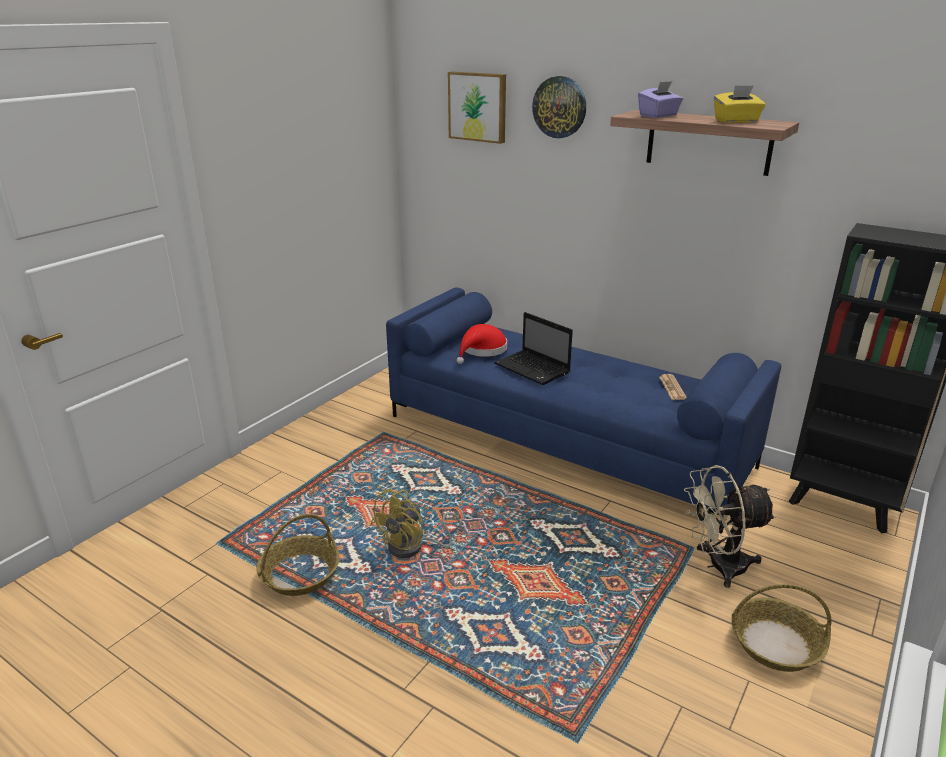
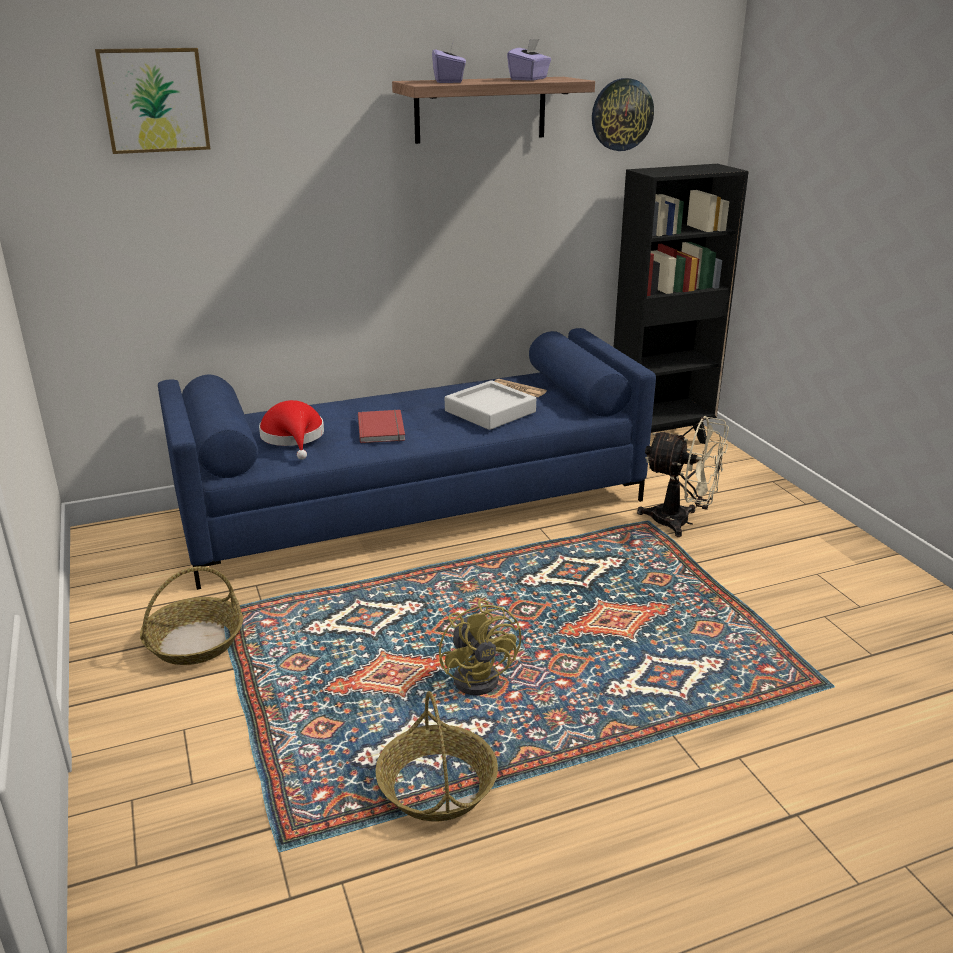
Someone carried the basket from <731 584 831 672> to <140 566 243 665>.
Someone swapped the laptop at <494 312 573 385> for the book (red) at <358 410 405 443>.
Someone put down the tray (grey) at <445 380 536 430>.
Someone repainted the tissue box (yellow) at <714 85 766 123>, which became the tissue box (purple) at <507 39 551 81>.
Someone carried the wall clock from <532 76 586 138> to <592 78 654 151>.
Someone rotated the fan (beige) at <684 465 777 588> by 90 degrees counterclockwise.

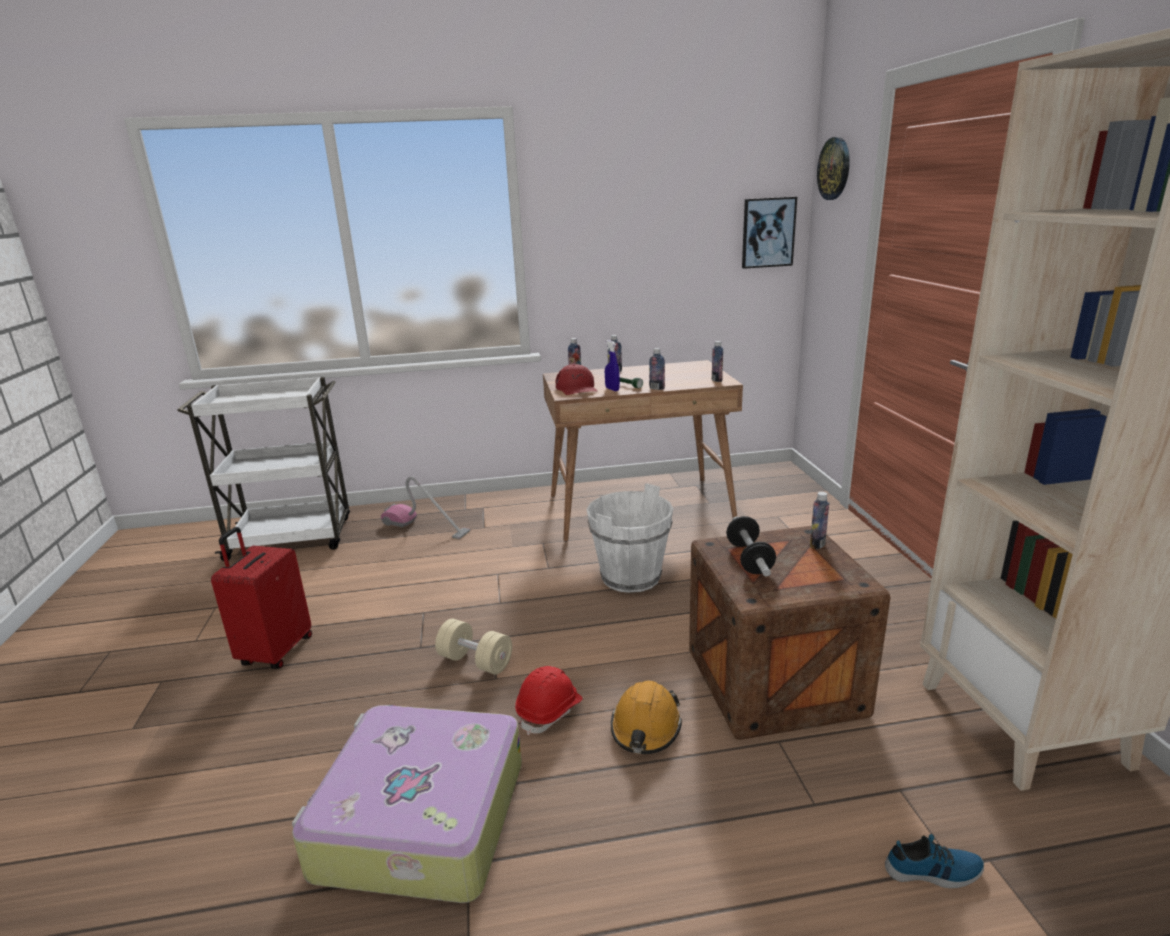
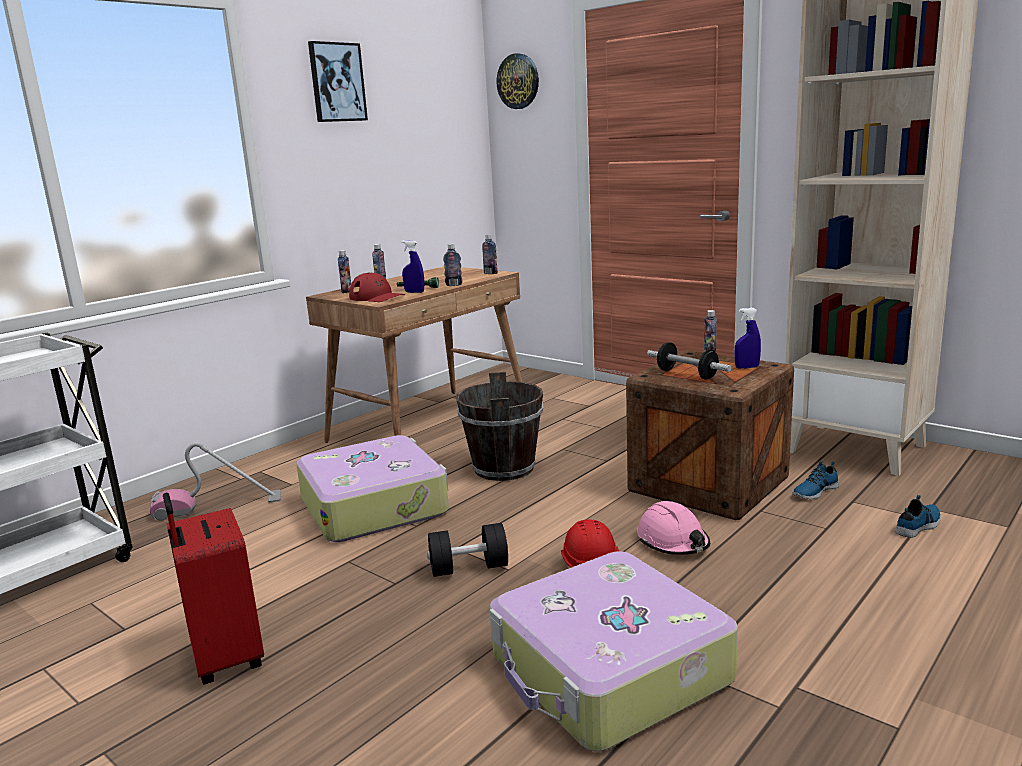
Someone put down the suitcase at <296 435 449 542>.
Someone carried the picture from <742 197 797 269> to <308 41 368 122>.
Someone repainted the dumbbell (beige) at <435 619 512 675>, which became the dumbbell (black) at <427 523 508 577>.
Someone repainted the bucket (white) at <586 483 673 593>, which became the bucket (brown) at <456 372 543 481>.
Someone repainted the hard hat (orange) at <611 681 682 754>, which became the hard hat (pink) at <637 501 710 555>.
Someone put down the spray bottle (blue) at <734 307 761 369>.
Someone put down the shoe at <793 461 839 499>.

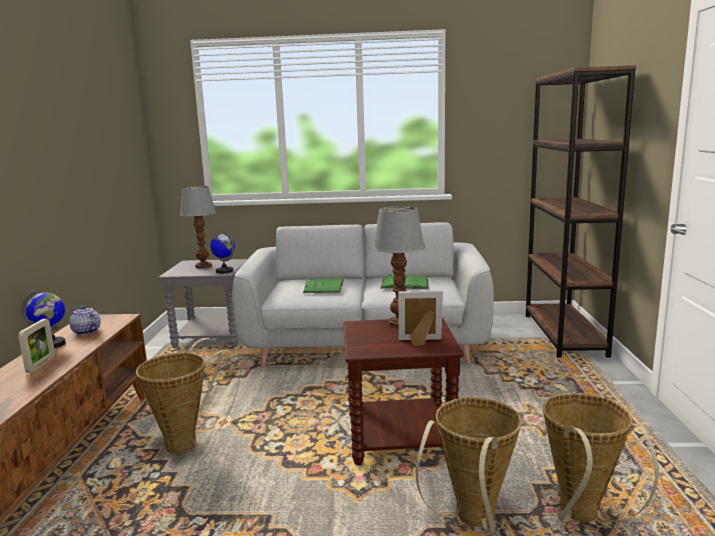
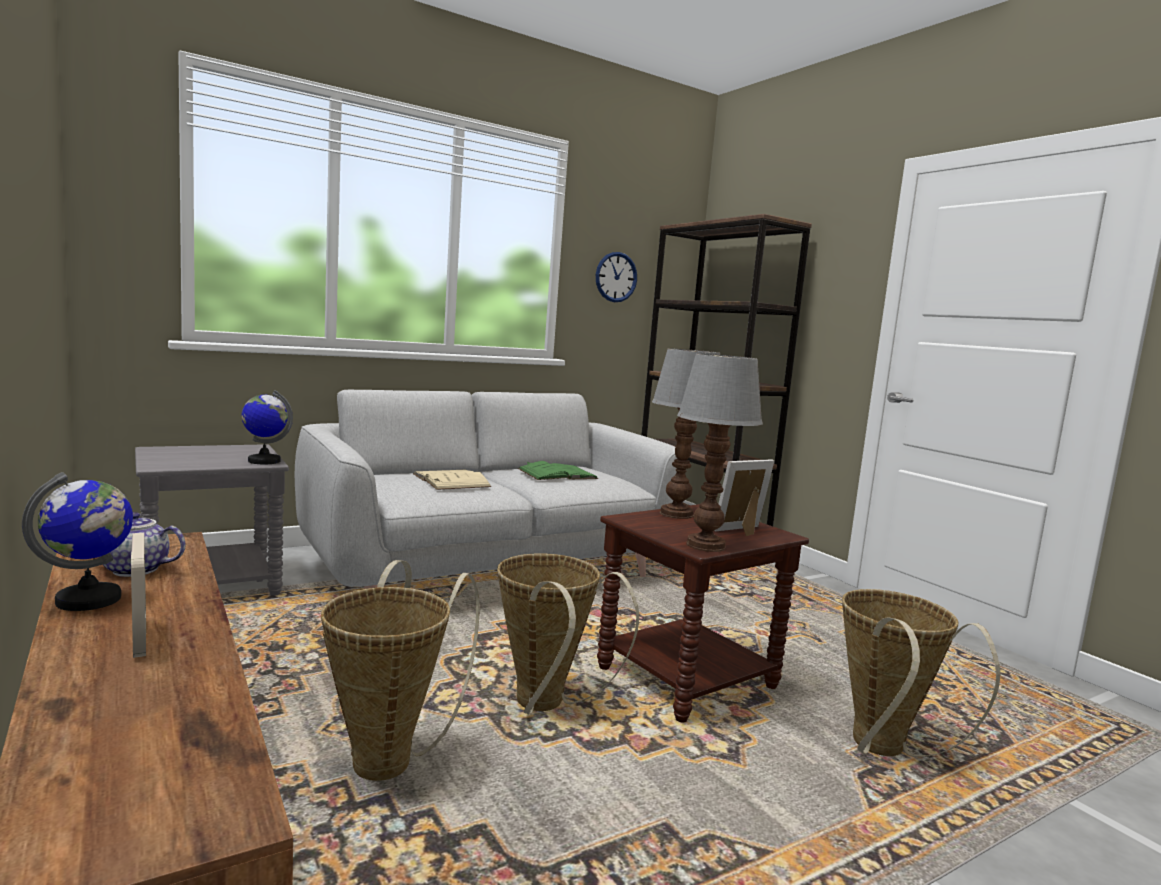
Someone repainted the book (green) at <303 279 344 293>, which became the book (beige) at <413 470 492 490>.
Someone carried the basket from <543 393 659 522> to <497 554 639 714>.
Someone put up the wall clock at <596 252 637 302>.
Someone carried the table lamp from <180 186 216 269> to <677 354 763 552>.

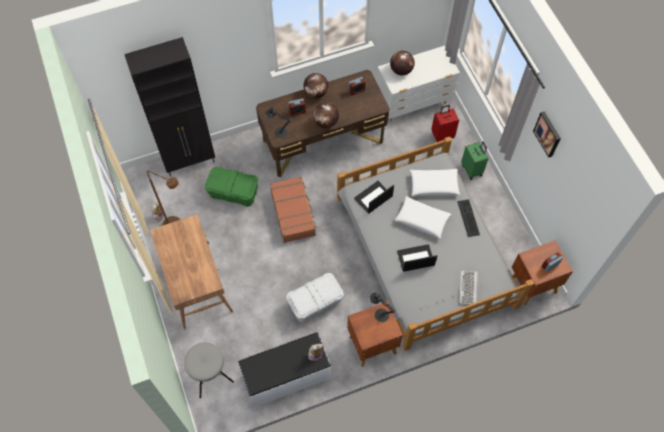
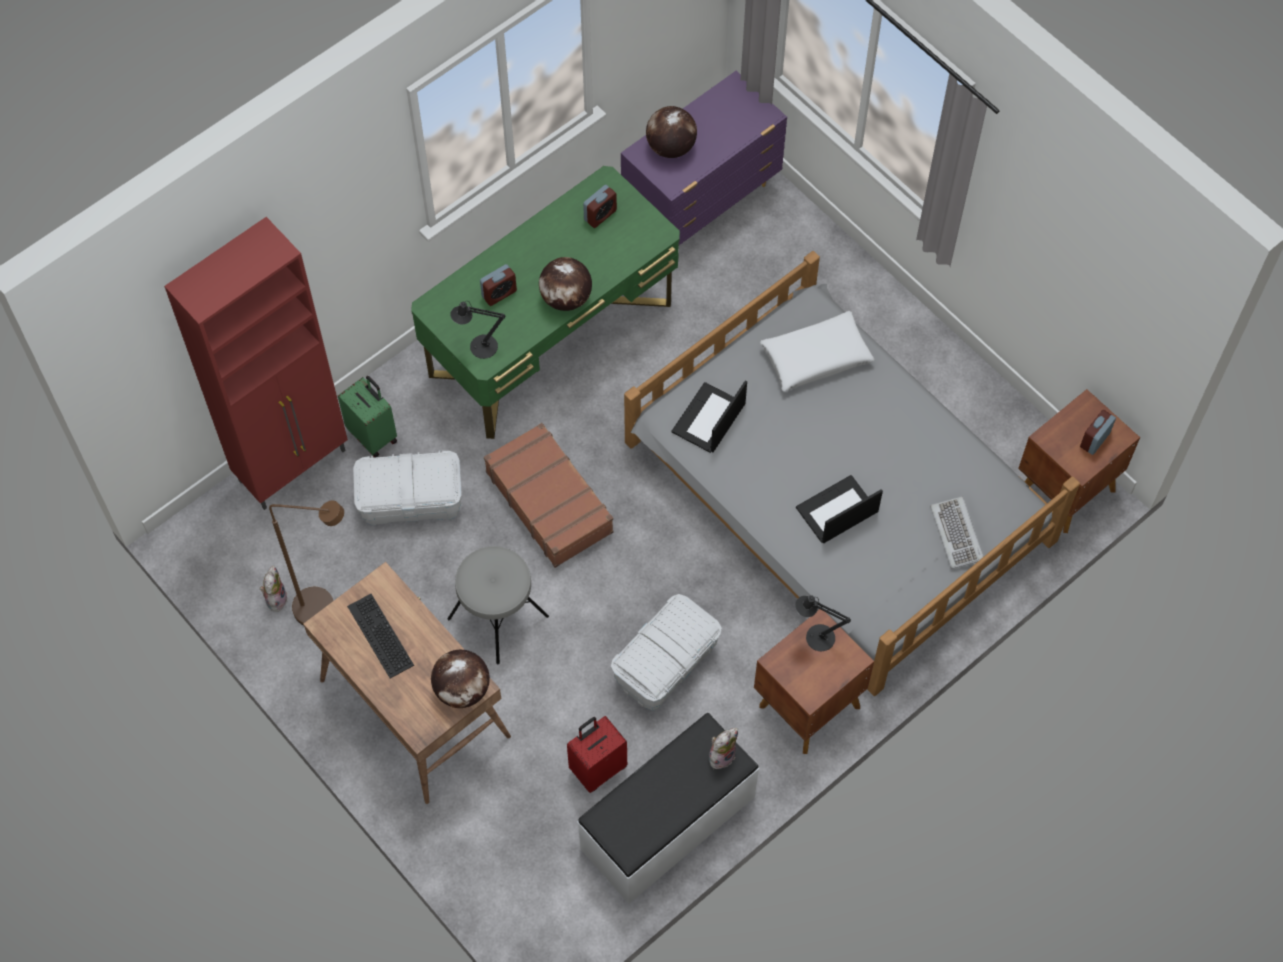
Someone repainted the cabinet (black) at <124 37 215 177>, which became the cabinet (red) at <164 217 348 510>.
Someone carried the suitcase (green) from <461 141 488 180> to <338 376 397 458>.
Someone carried the keyboard from <457 199 480 237> to <347 594 414 678>.
Someone repainted the storage box (green) at <205 167 258 207>, which became the storage box (white) at <353 451 462 526>.
Someone repainted the desk (brown) at <256 70 390 177>, which became the desk (green) at <411 166 680 439>.
Someone carried the globe from <303 73 328 98> to <431 650 490 708>.
Someone carried the stool (grey) from <184 342 234 398> to <447 546 549 664>.
Someone carried the suitcase (red) from <431 105 459 142> to <567 716 627 793>.
Someone repainted the dresser (white) at <377 46 460 122>, which became the dresser (purple) at <621 71 787 245>.
Someone took away the pillow (white) at <395 196 451 239>.
Someone took away the picture at <533 111 561 158>.

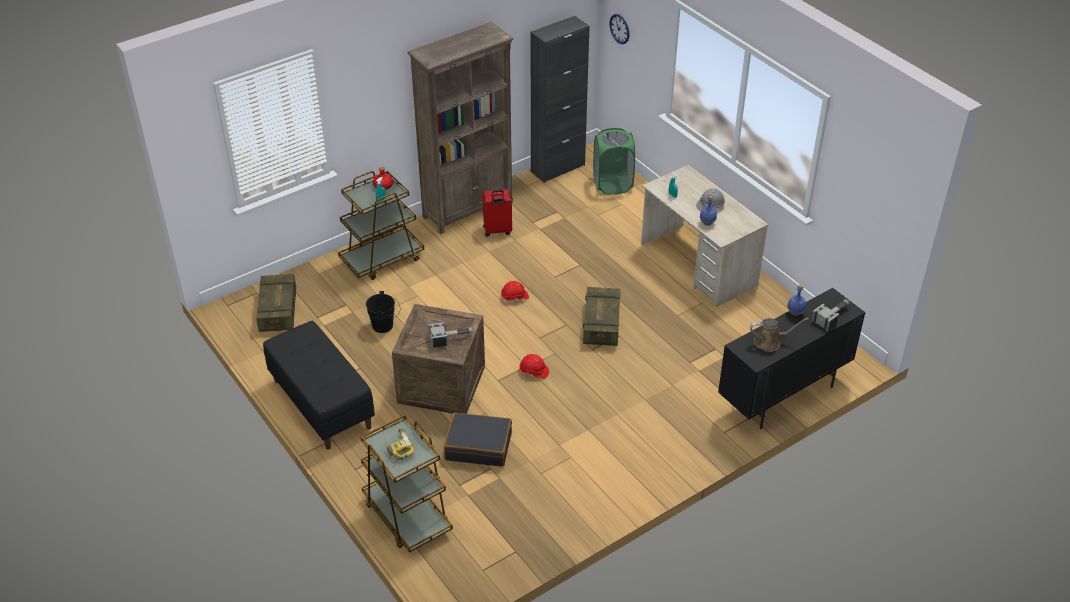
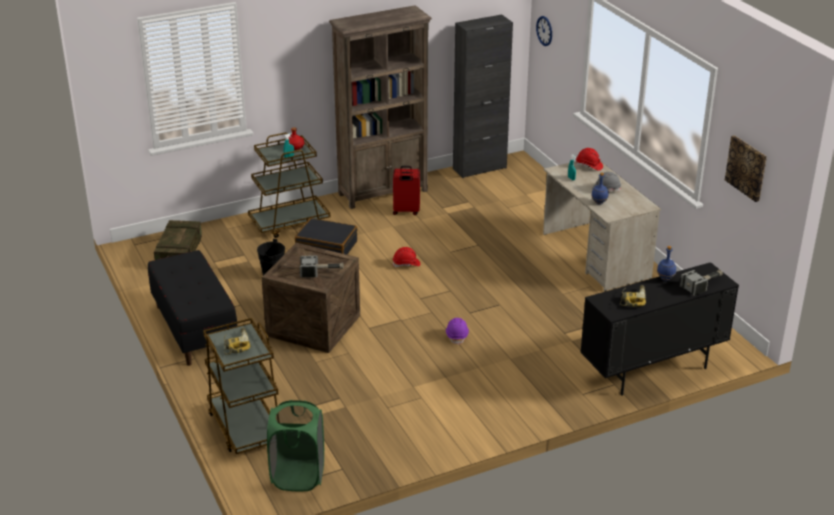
Someone carried the laundry basket (green) from <593 128 635 194> to <267 400 324 491>.
Someone carried the suitcase (black) from <444 413 512 467> to <295 218 358 255>.
Someone put down the hard hat (purple) at <446 318 469 345>.
Someone carried the hard hat (red) from <519 354 549 379> to <576 148 603 171>.
Someone swapped the watering can (brown) at <750 318 809 352> for the power drill at <620 285 646 307>.
Someone put up the picture at <725 135 767 202>.
Someone took away the crate at <583 287 621 346>.

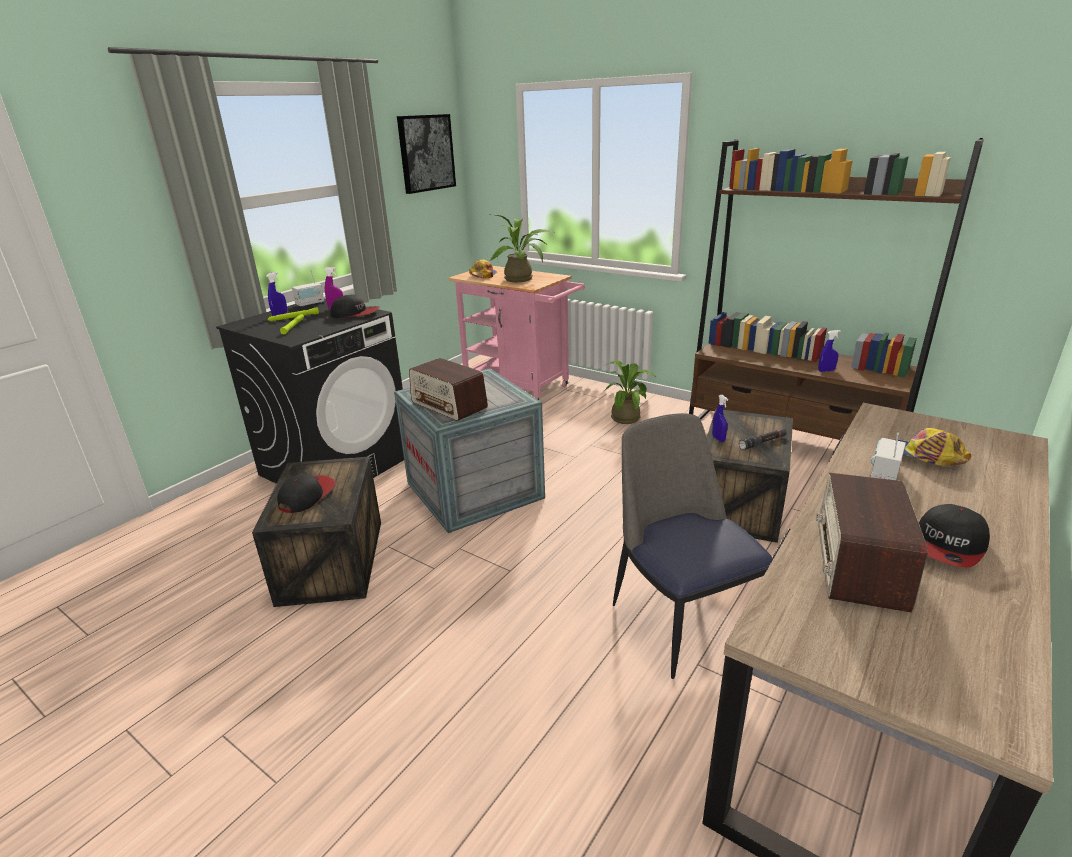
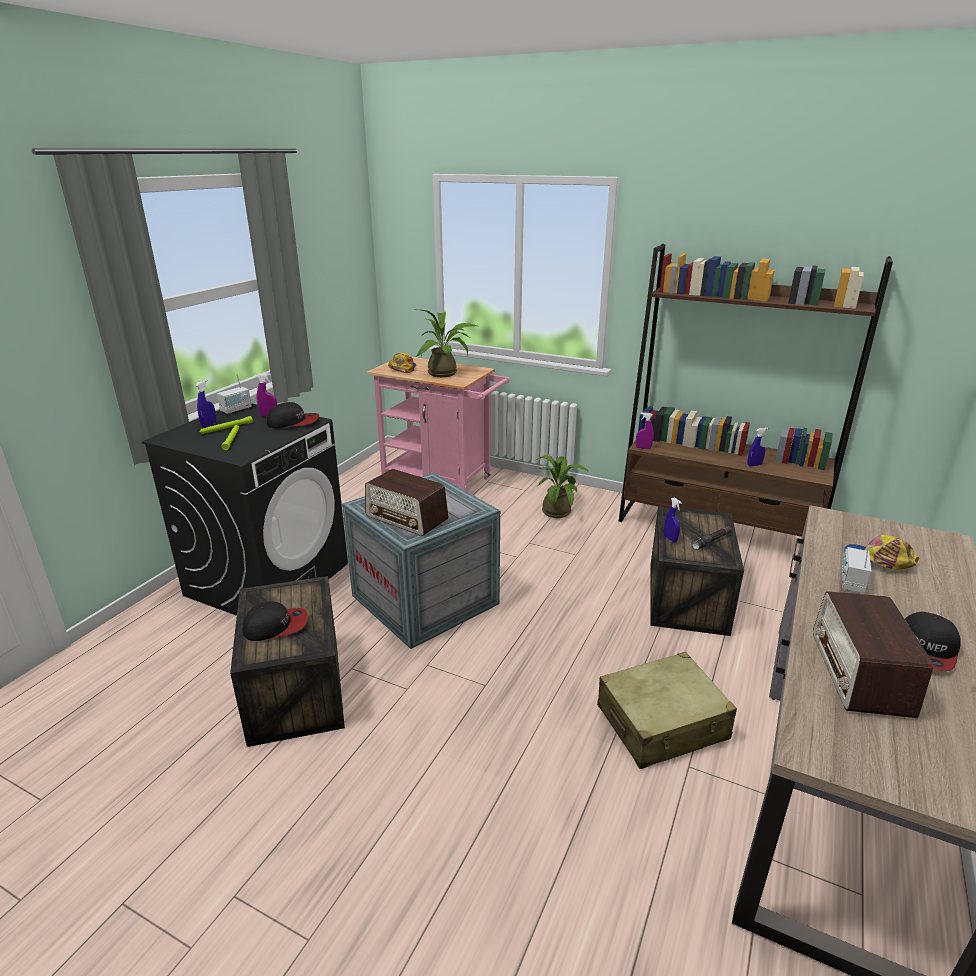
Someone rotated the cap at <277 474 336 513> by 60 degrees clockwise.
Someone swapped the chair at <613 413 773 679> for the suitcase (beige) at <597 652 737 769>.
Someone put down the spray bottle (purple) at <636 412 654 449>.
Someone took away the picture at <397 114 456 194>.

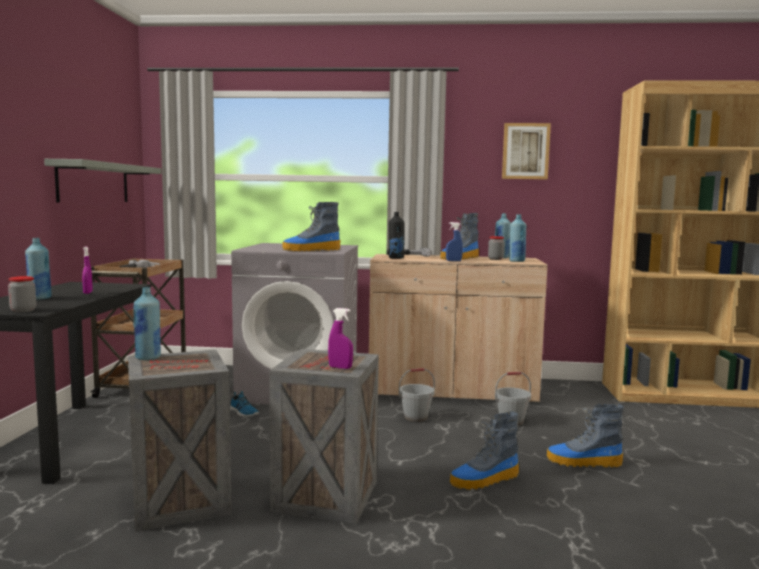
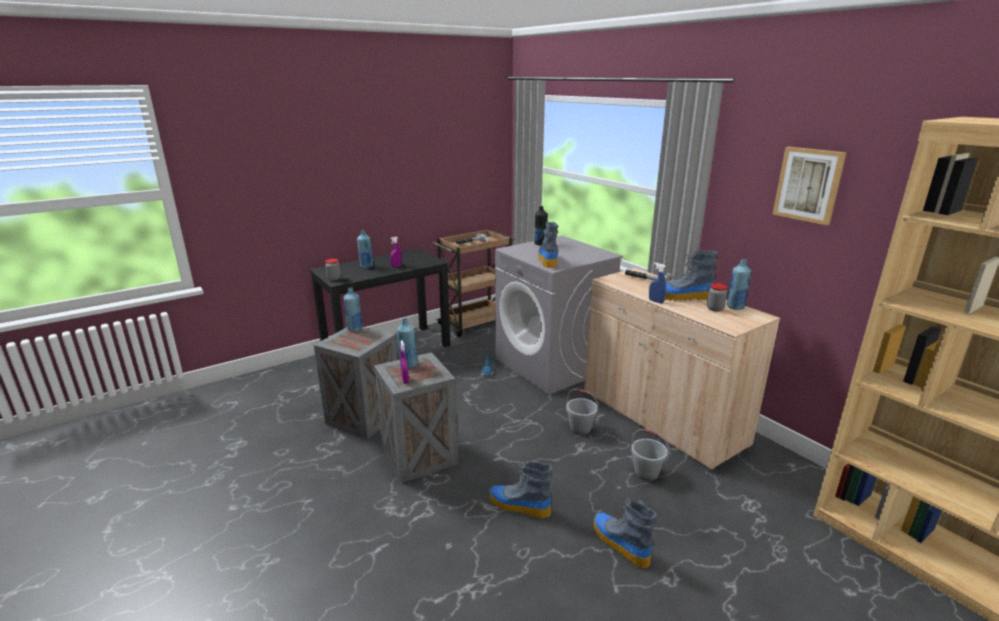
Someone carried the bottle (blue) from <509 214 526 262> to <397 318 418 368>.
Someone carried the bottle (black) from <389 212 404 259> to <535 206 548 245>.
Someone rotated the boot at <283 202 340 251> by 60 degrees clockwise.
Someone took away the shelf (grey) at <44 159 162 202>.

